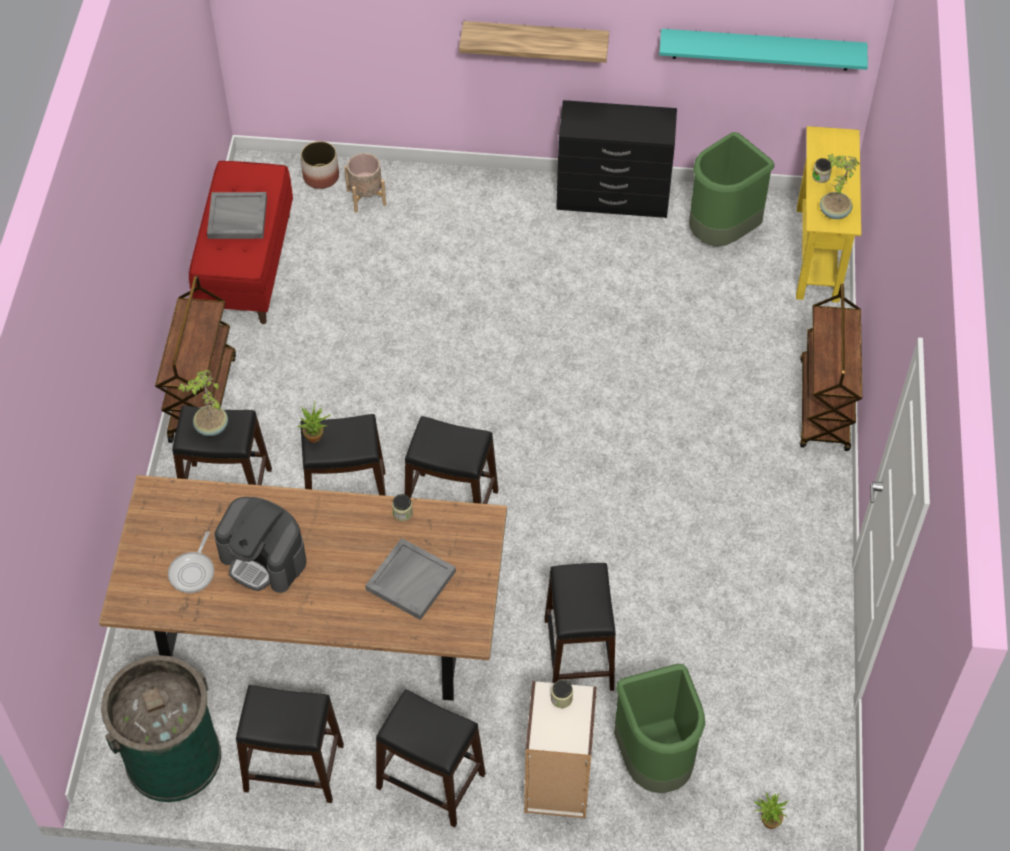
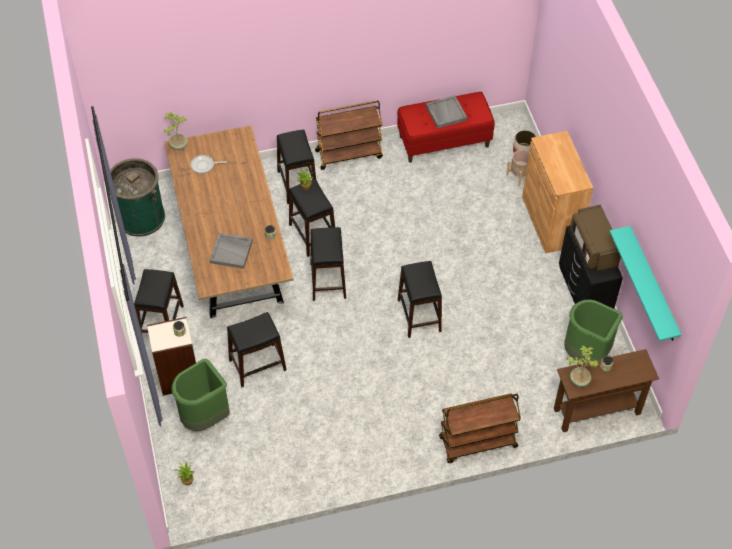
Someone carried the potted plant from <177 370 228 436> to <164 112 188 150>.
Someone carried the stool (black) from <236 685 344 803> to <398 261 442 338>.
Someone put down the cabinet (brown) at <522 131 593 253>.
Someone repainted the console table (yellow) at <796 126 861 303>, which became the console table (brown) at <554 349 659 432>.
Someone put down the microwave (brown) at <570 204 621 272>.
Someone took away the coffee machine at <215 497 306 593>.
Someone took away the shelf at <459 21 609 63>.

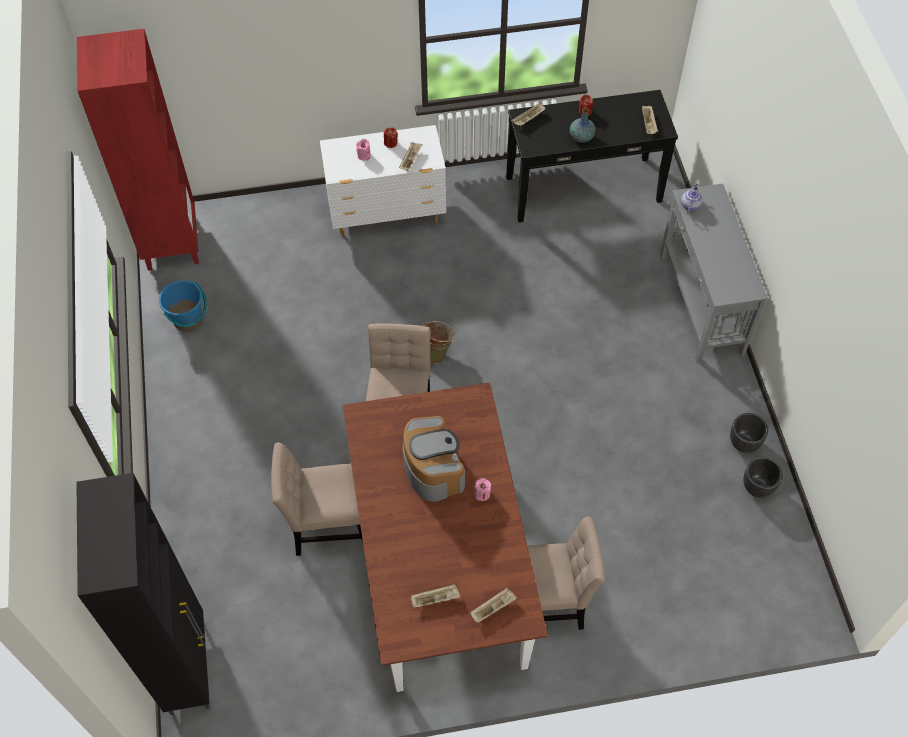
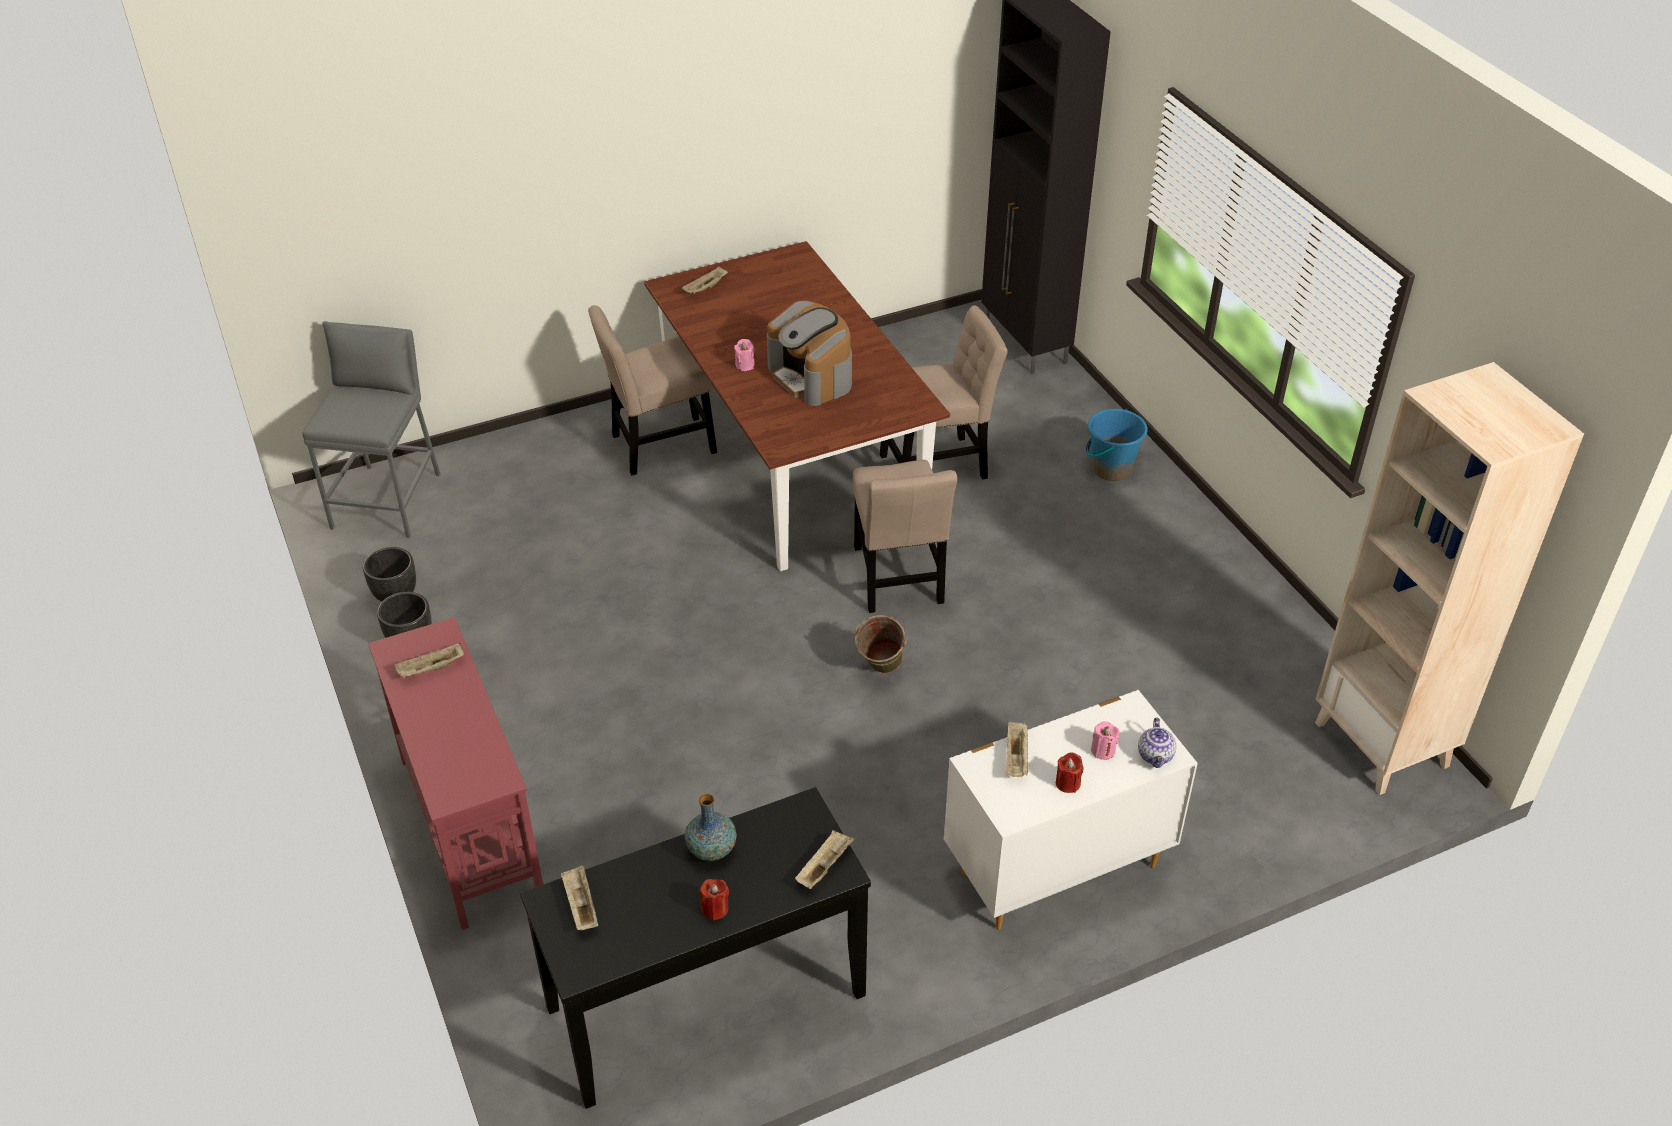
Someone put down the stool (grey) at <302 321 440 538>.
Someone repainted the console table (grey) at <660 183 768 363>, which became the console table (red) at <368 617 543 930>.
Someone carried the tray (beige) from <411 584 460 608> to <395 643 464 678>.
Someone carried the bucket (blue) from <159 280 207 332> to <1086 409 1148 481>.
Someone carried the teapot from <681 184 702 213> to <1138 717 1176 768>.
Someone repainted the bookcase (red) at <77 29 199 271>, which became the bookcase (beige) at <1315 362 1584 795>.

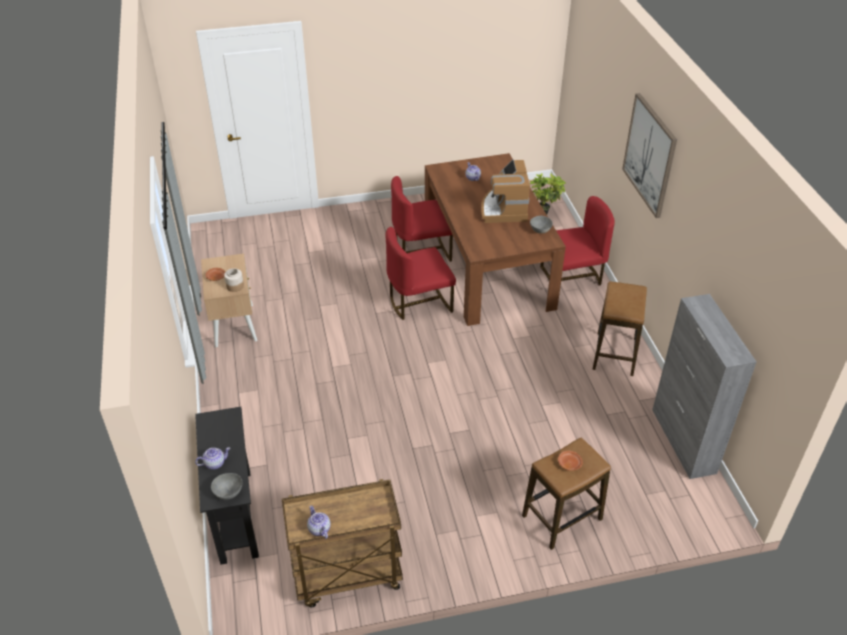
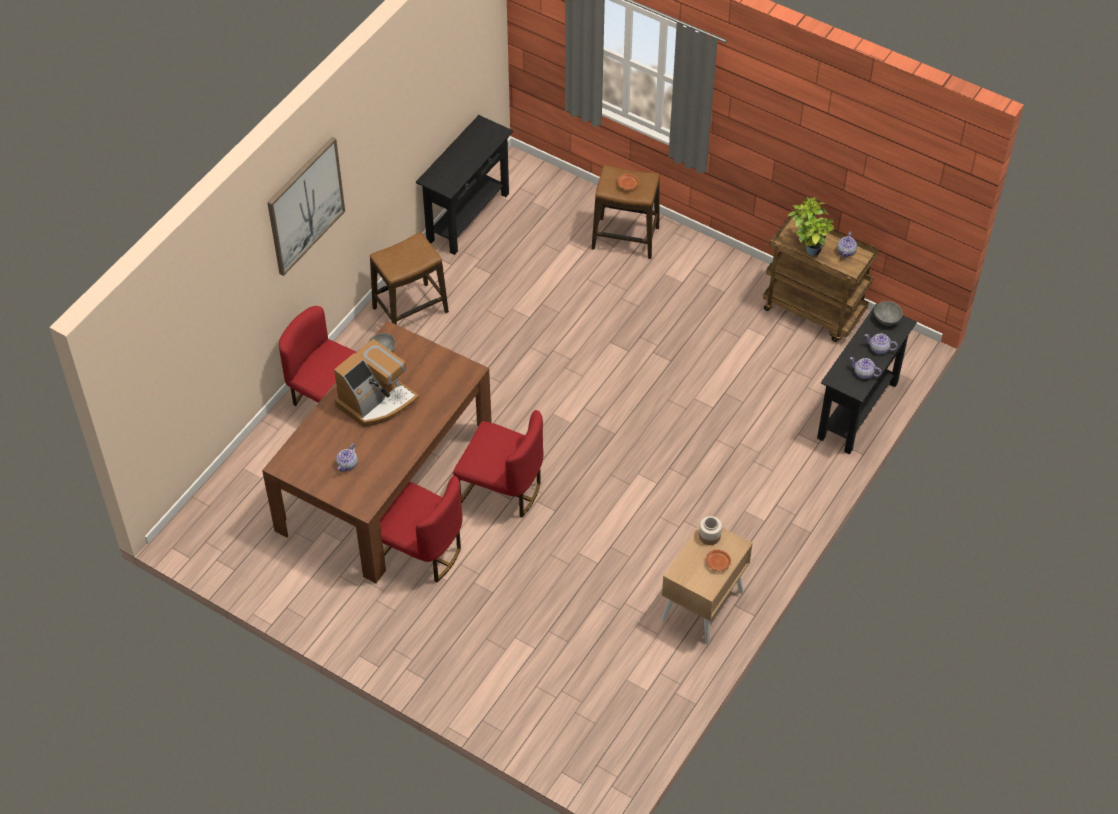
Someone swapped the cabinet (grey) at <652 294 757 479> for the console table (black) at <416 115 513 255>.
Someone carried the potted plant from <530 173 566 215> to <788 197 835 256>.
Someone put down the teapot at <850 357 882 379>.

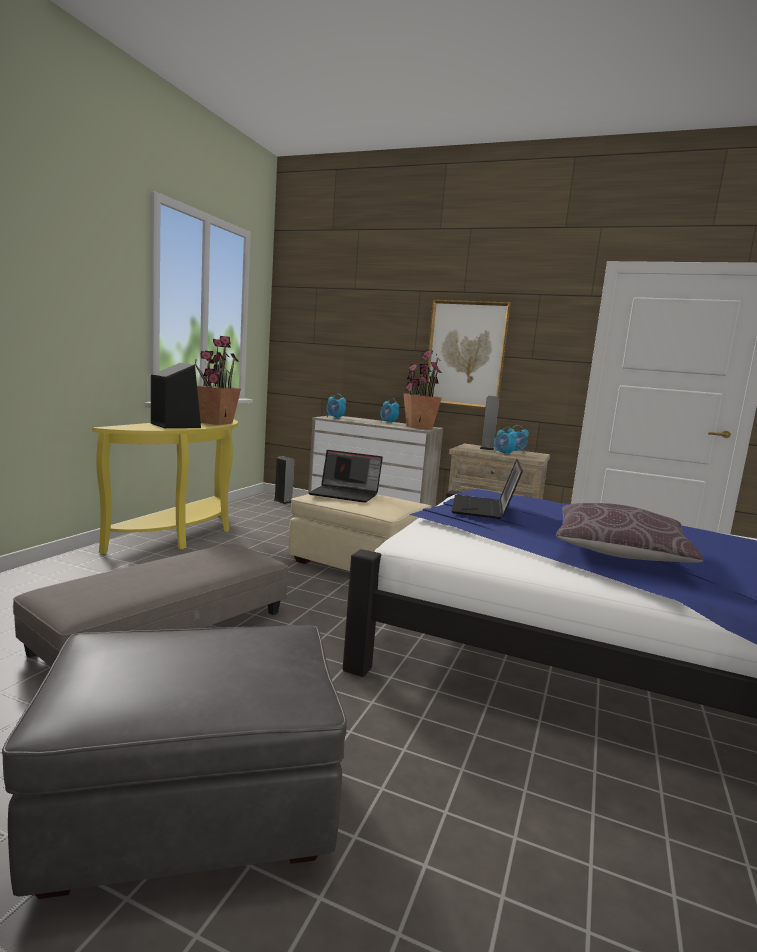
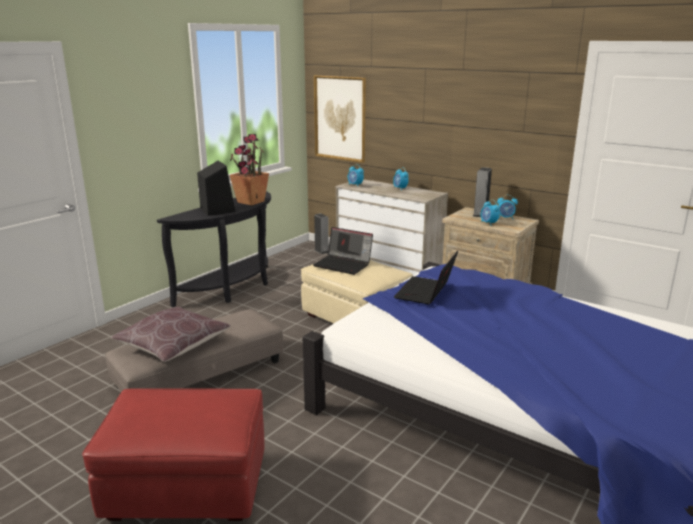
Someone repainted the ottoman (grey) at <2 625 347 899>, which became the ottoman (red) at <82 388 265 521>.
Someone carried the pillow (brown) from <556 503 703 563> to <111 307 231 362>.
Someone repainted the console table (yellow) at <92 419 238 554>, which became the console table (black) at <157 191 271 307>.
Someone carried the picture from <425 300 511 408> to <314 75 366 163>.
Someone took away the potted plant at <403 350 442 429>.

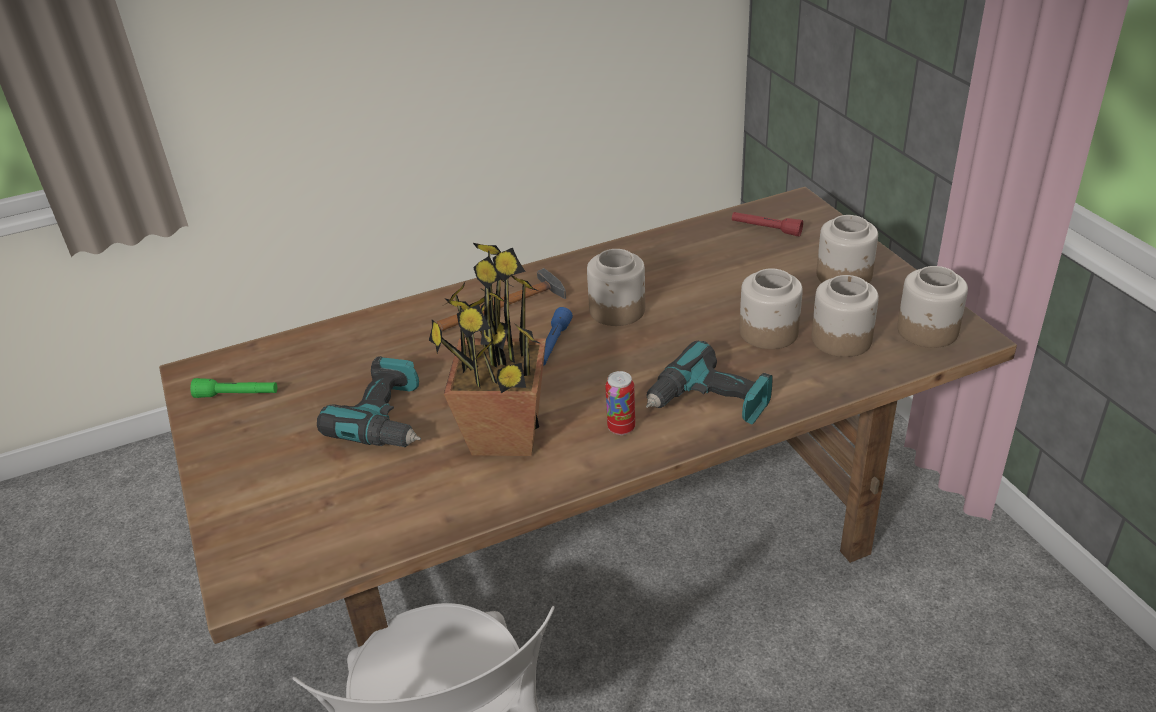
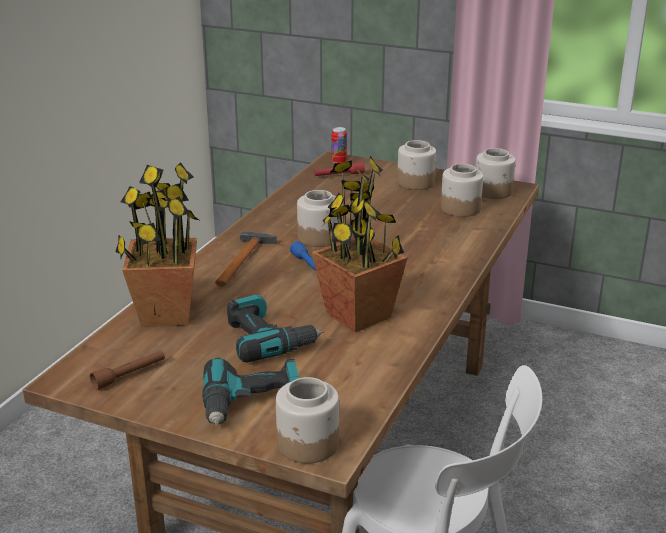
Someone repainted the flashlight (green) at <190 378 277 398>, which became the flashlight (brown) at <90 351 165 390>.
Someone put down the potted plant at <115 162 199 327>.
Someone carried the power drill from <646 341 773 424> to <202 358 299 426>.
Someone carried the jar from <739 268 803 349> to <276 377 339 464>.
Someone carried the can from <605 371 635 435> to <331 127 347 163>.

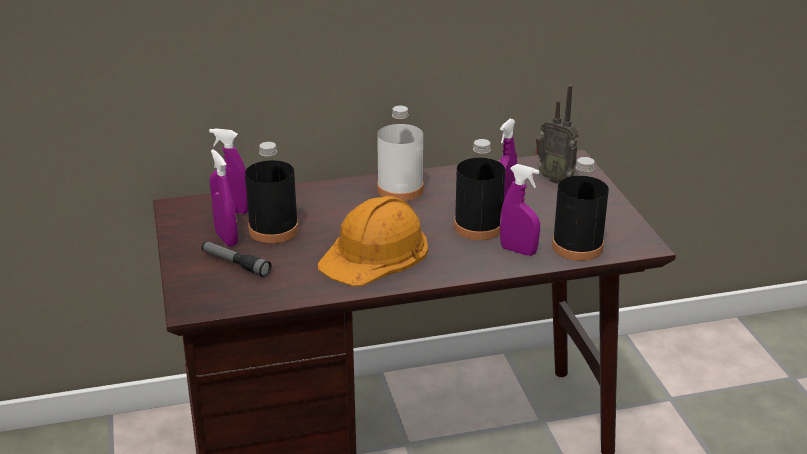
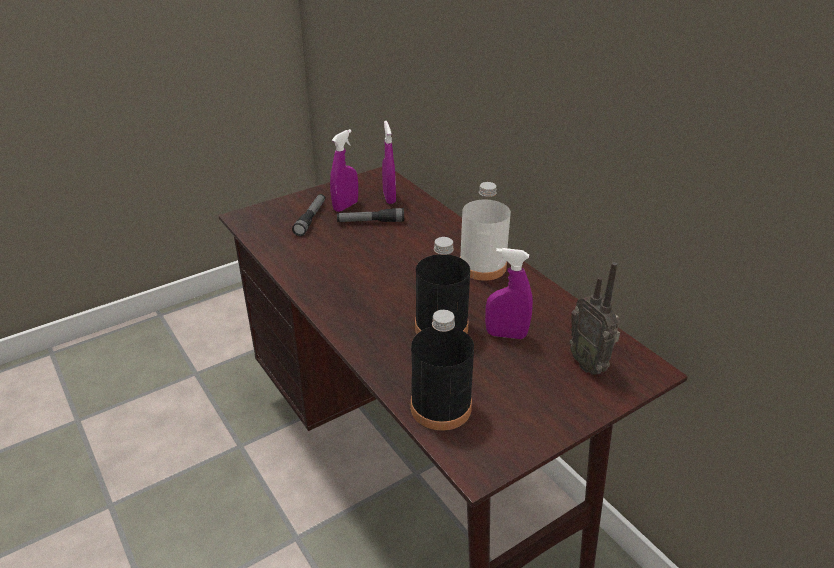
Someone swapped the bottle (black) at <245 142 299 243> for the flashlight at <337 208 404 222>.
Someone rotated the radio at <535 85 579 184> by 45 degrees counterclockwise.
Someone took away the hard hat (orange) at <318 196 428 286>.
Someone took away the spray bottle (purple) at <500 164 540 256>.

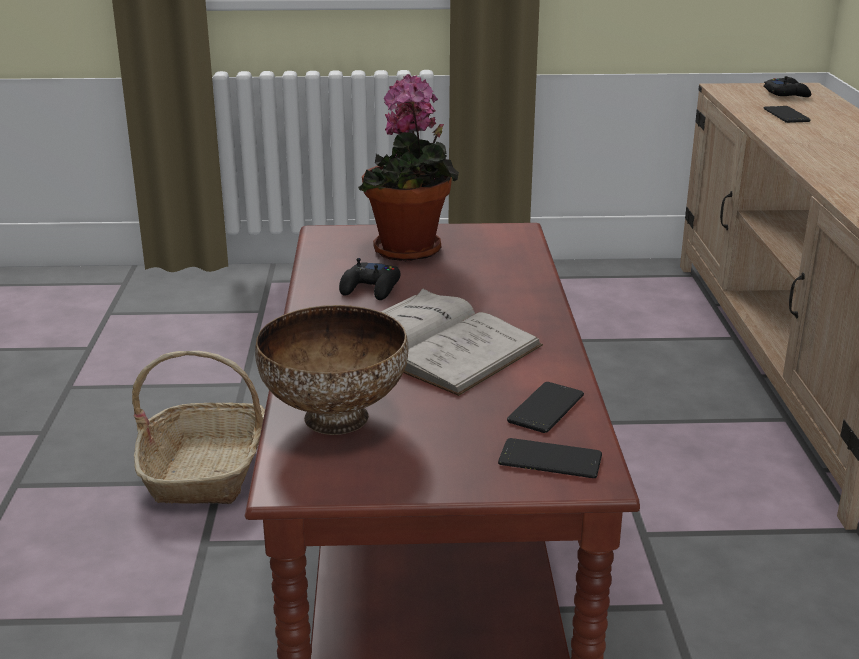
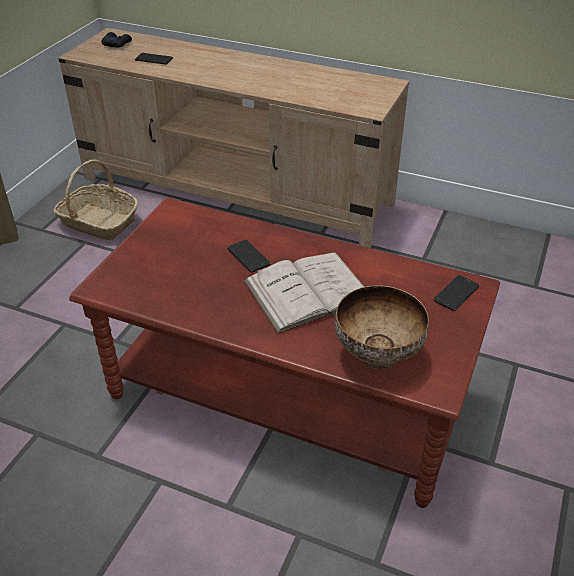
Someone carried the basket from <132 351 265 504> to <53 160 138 240>.
Someone carried the phone from <507 382 584 433> to <227 240 270 272>.
Someone took away the game controller (black) at <339 258 400 300>.
Someone took away the potted plant at <358 74 459 261>.

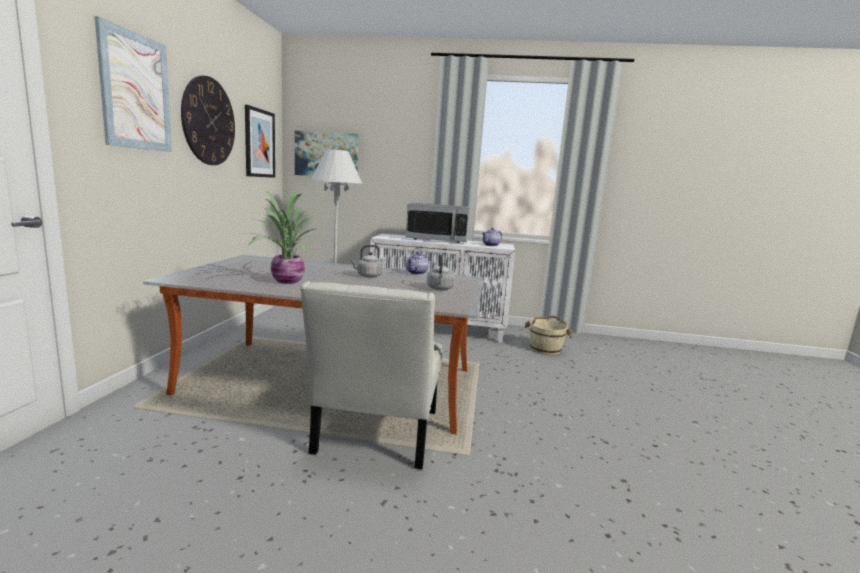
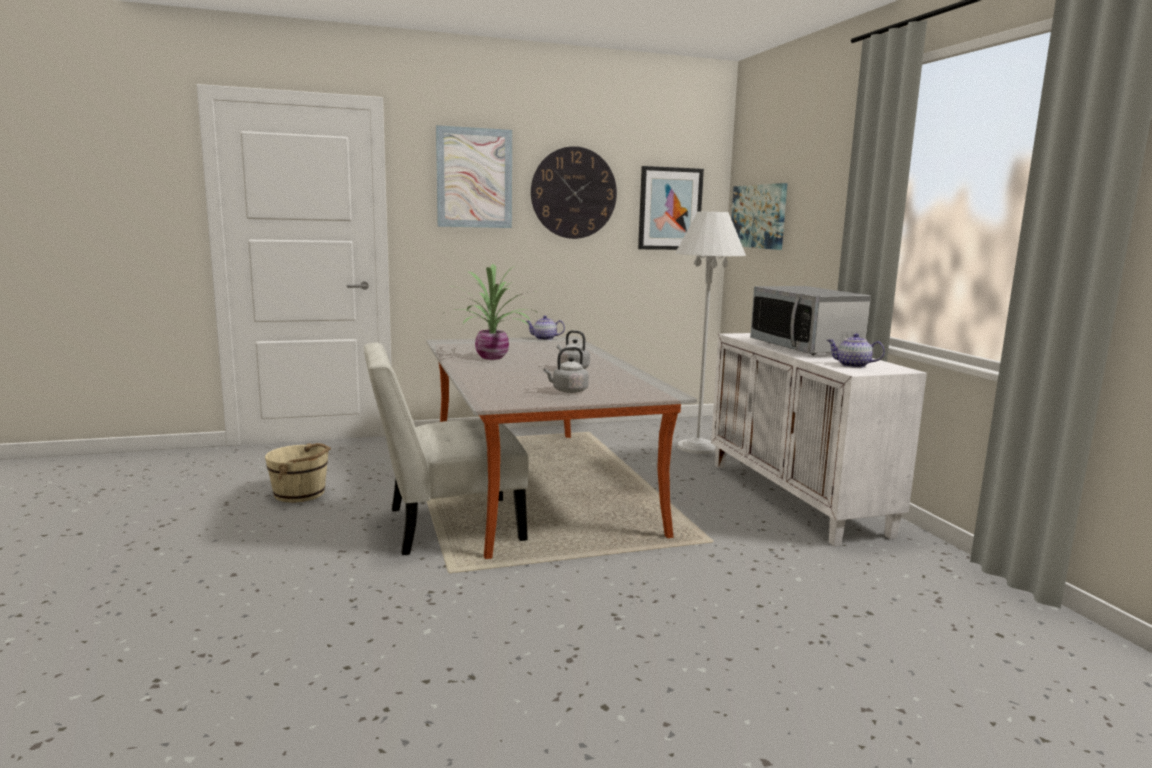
Someone carried the bucket (beige) from <525 316 572 355> to <265 443 331 502>.
Someone carried the teapot from <406 251 429 275> to <526 316 565 340>.

